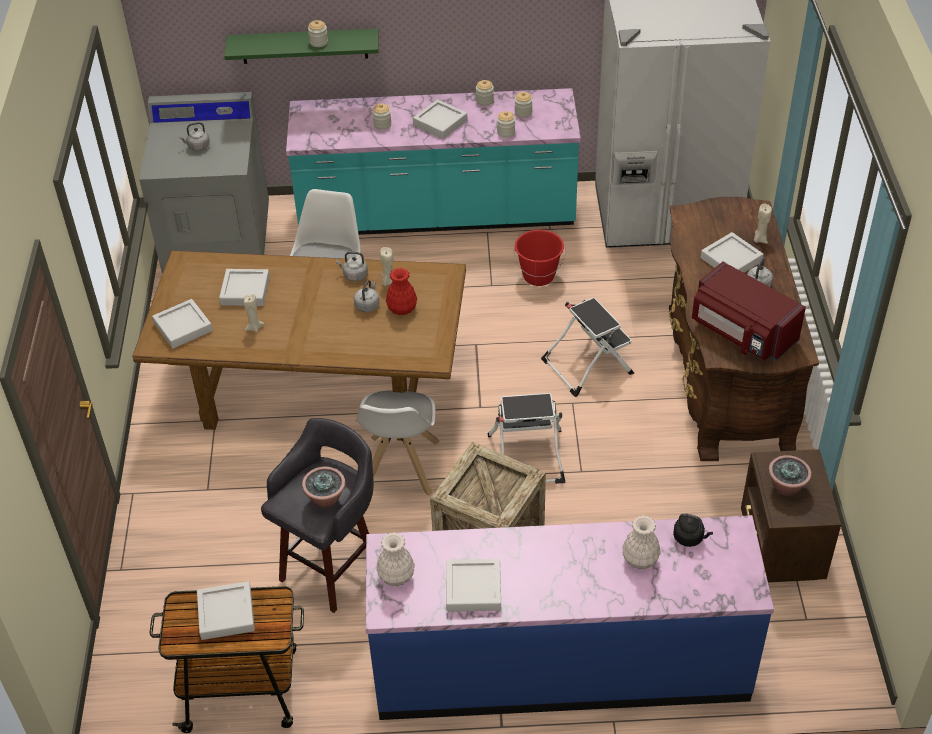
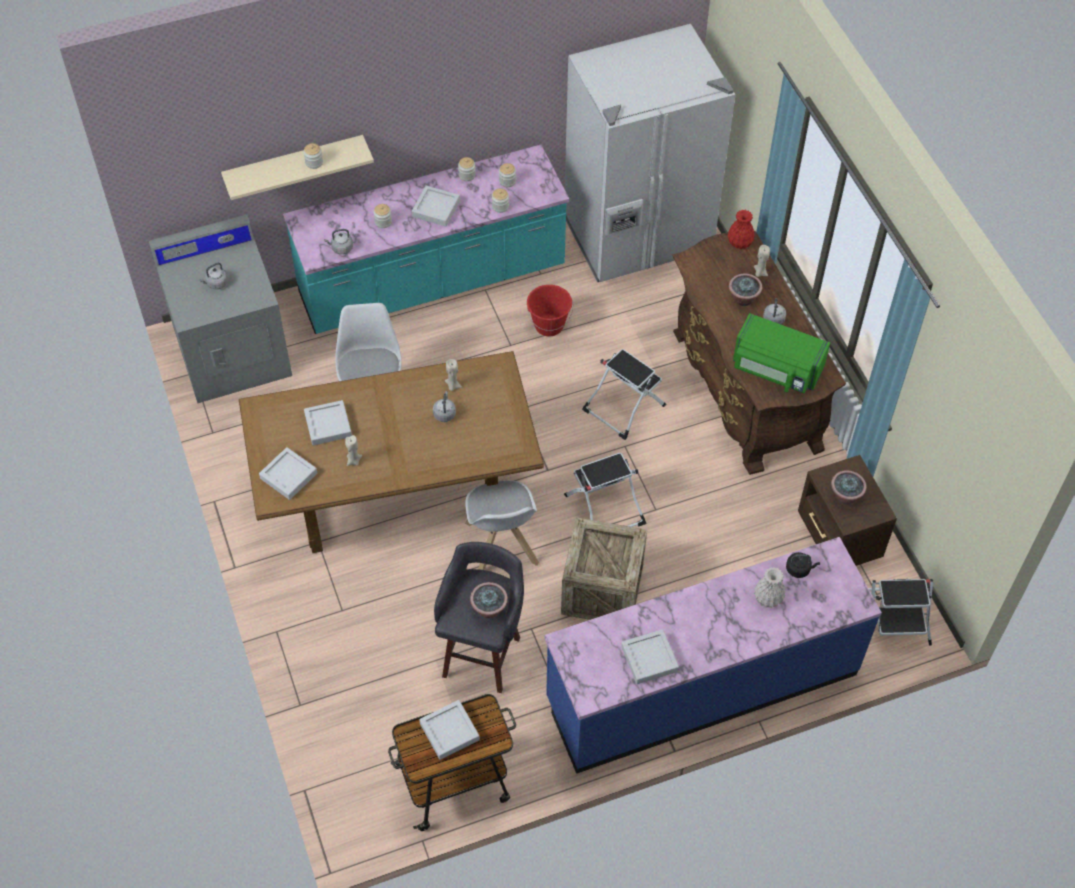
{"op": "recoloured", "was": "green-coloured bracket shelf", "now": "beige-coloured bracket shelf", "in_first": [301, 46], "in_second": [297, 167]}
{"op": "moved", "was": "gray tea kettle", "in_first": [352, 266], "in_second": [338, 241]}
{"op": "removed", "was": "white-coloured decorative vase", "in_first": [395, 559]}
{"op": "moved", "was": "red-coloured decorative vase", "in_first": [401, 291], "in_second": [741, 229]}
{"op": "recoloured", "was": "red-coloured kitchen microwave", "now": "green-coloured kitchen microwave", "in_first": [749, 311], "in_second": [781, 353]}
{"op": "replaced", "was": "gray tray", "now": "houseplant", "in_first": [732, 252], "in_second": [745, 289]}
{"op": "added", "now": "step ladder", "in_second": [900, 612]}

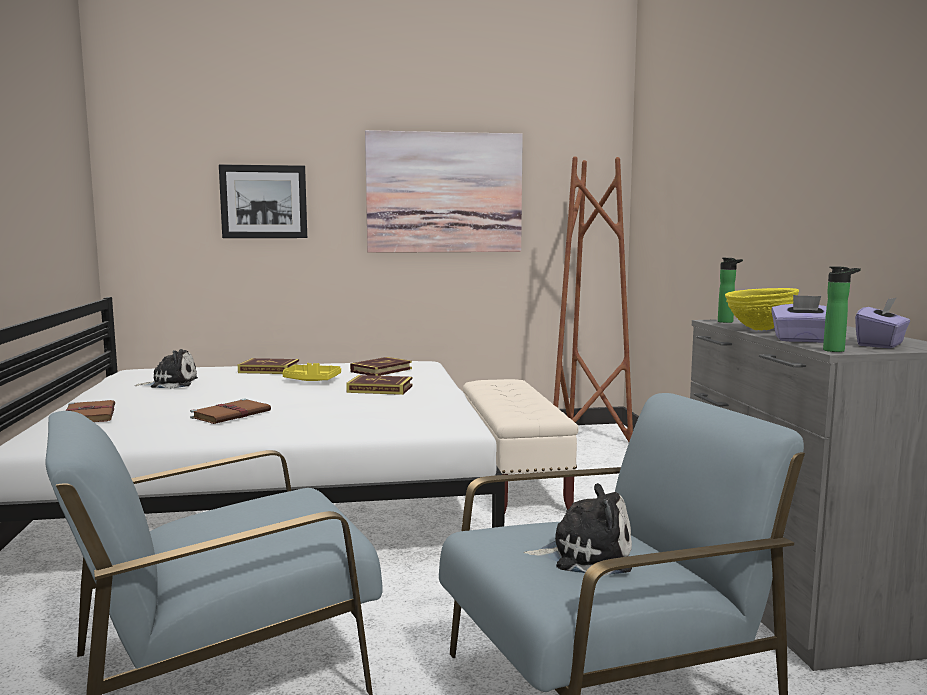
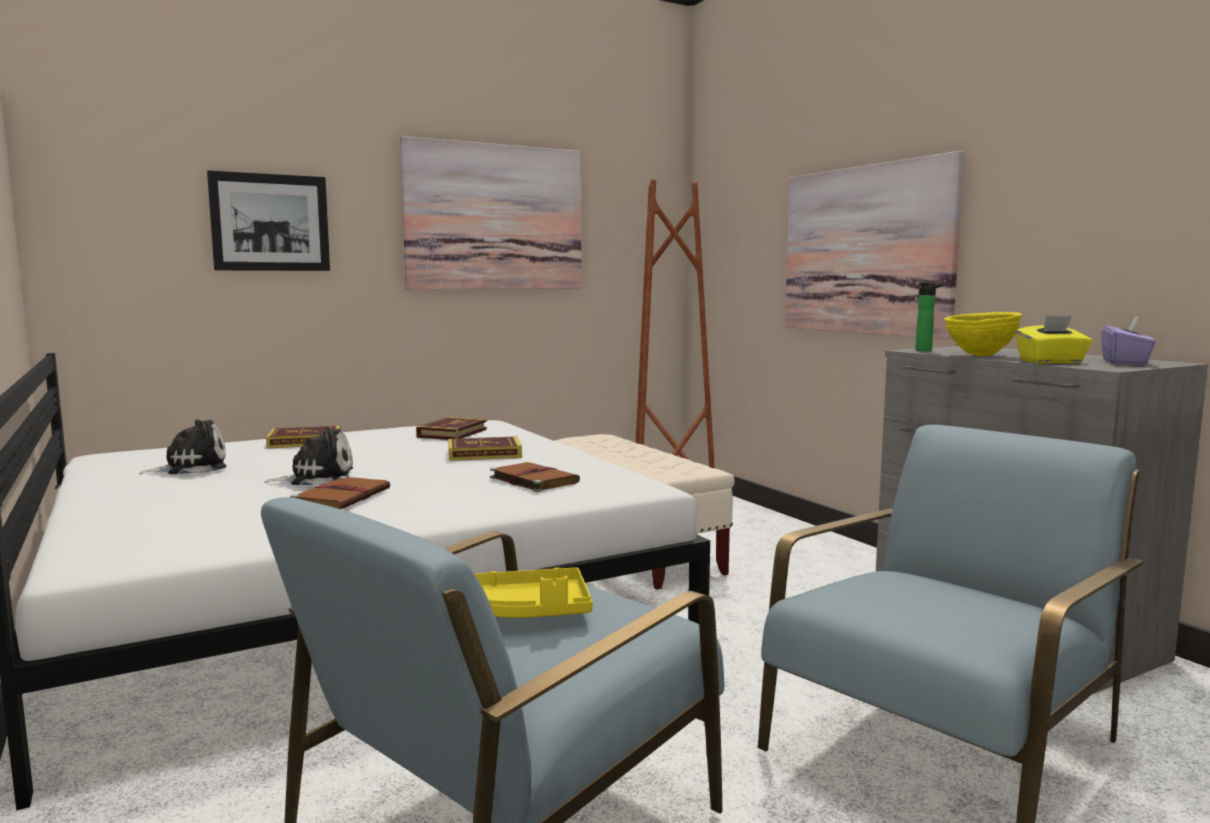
{"op": "moved", "was": "brown-coloured volume", "in_first": [90, 411], "in_second": [535, 477]}
{"op": "moved", "was": "yellow tray", "in_first": [311, 372], "in_second": [533, 592]}
{"op": "moved", "was": "plush toy", "in_first": [578, 529], "in_second": [309, 456]}
{"op": "recoloured", "was": "purple-coloured tissue holder", "now": "yellow tissue holder", "in_first": [799, 319], "in_second": [1054, 340]}
{"op": "removed", "was": "drink bottle", "in_first": [842, 309]}
{"op": "added", "now": "wall picture", "in_second": [875, 245]}

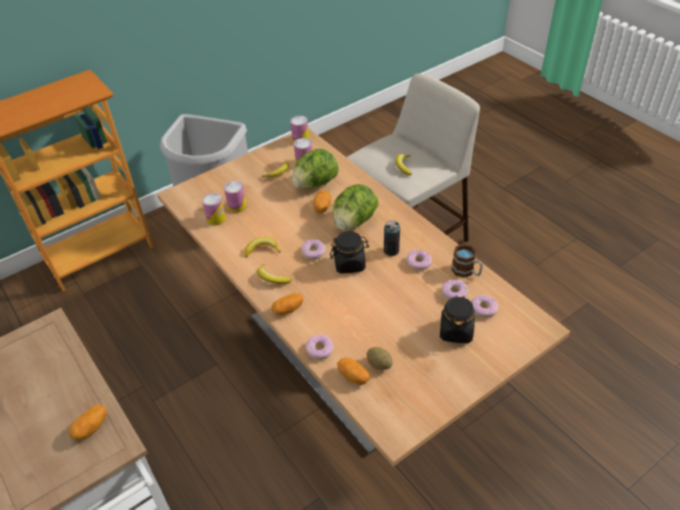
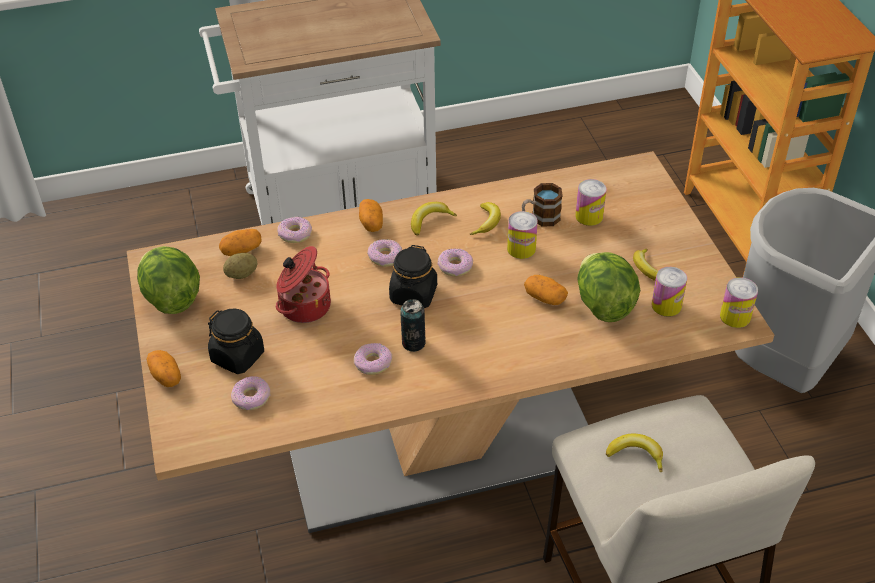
{"op": "moved", "was": "spud", "in_first": [87, 422], "in_second": [164, 368]}
{"op": "moved", "was": "metal can", "in_first": [214, 209], "in_second": [522, 235]}
{"op": "moved", "was": "lettuce", "in_first": [356, 207], "in_second": [168, 280]}
{"op": "moved", "was": "donut", "in_first": [455, 289], "in_second": [384, 253]}
{"op": "moved", "was": "coffee mug", "in_first": [467, 261], "in_second": [542, 205]}
{"op": "added", "now": "stockpot", "in_second": [303, 284]}

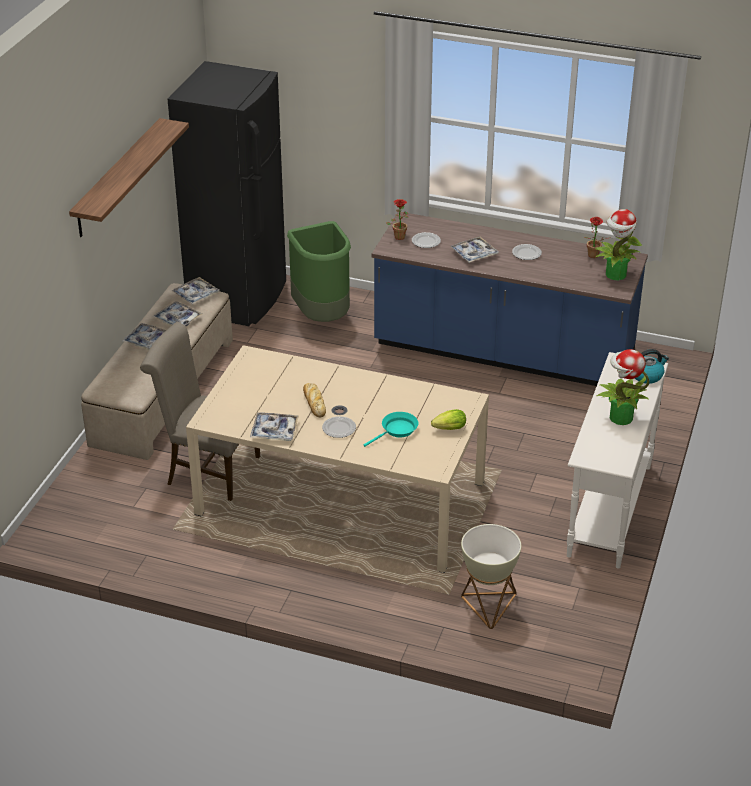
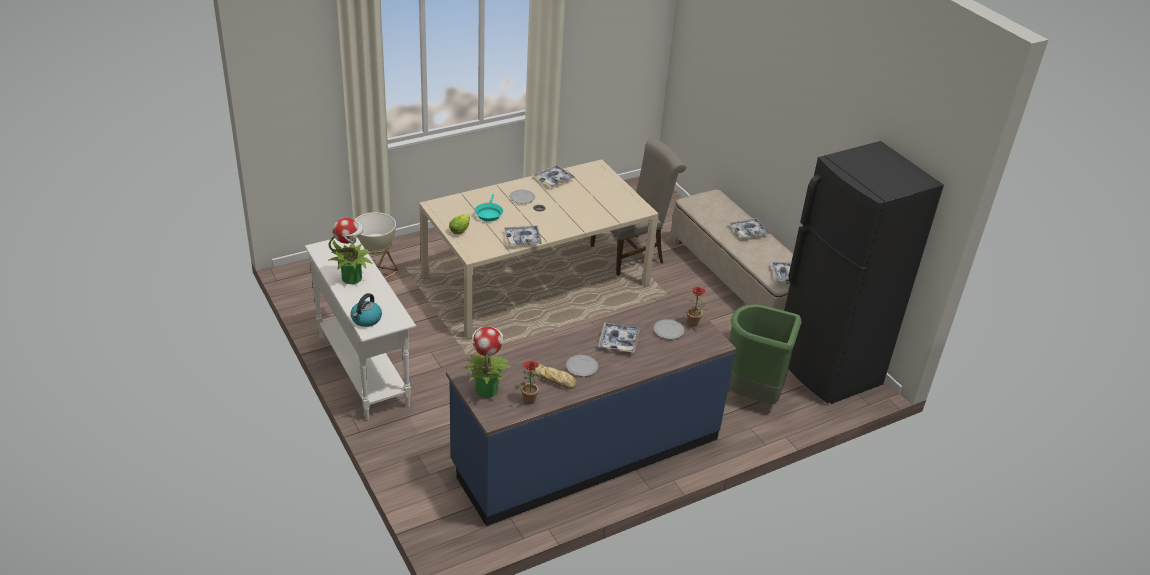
{"op": "removed", "was": "bracket shelf", "in_first": [129, 177]}
{"op": "moved", "was": "tray", "in_first": [177, 313], "in_second": [523, 235]}
{"op": "moved", "was": "baked bread", "in_first": [314, 400], "in_second": [553, 376]}

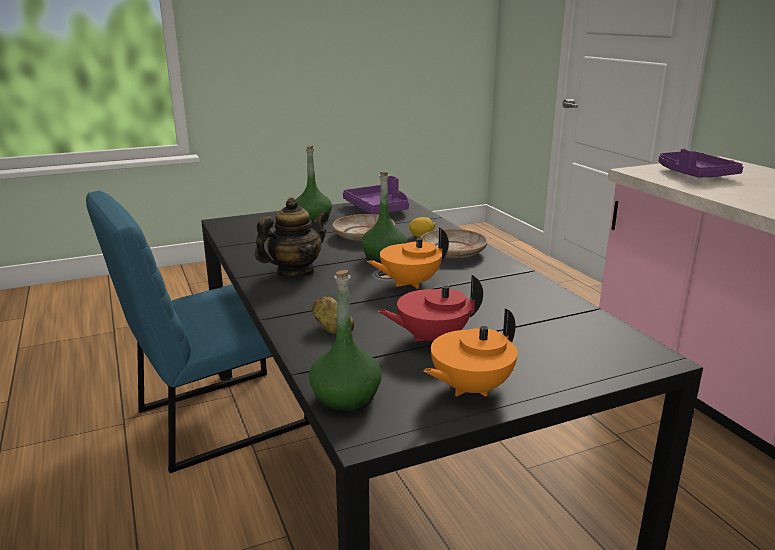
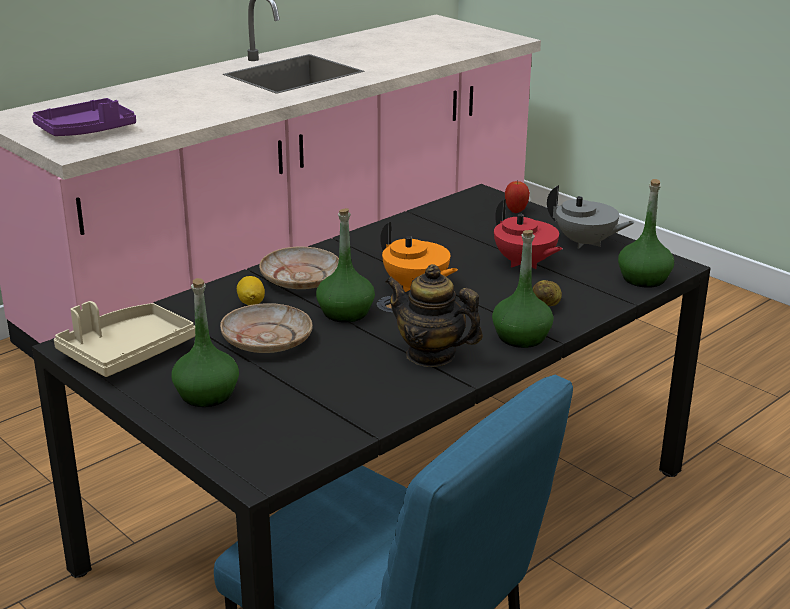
{"op": "recoloured", "was": "purple-coloured tray", "now": "beige-coloured tray", "in_first": [376, 195], "in_second": [124, 339]}
{"op": "recoloured", "was": "orange teapot", "now": "gray teapot", "in_first": [471, 352], "in_second": [591, 217]}
{"op": "added", "now": "green-coloured drink bottle", "in_second": [523, 289]}
{"op": "added", "now": "apple", "in_second": [517, 197]}

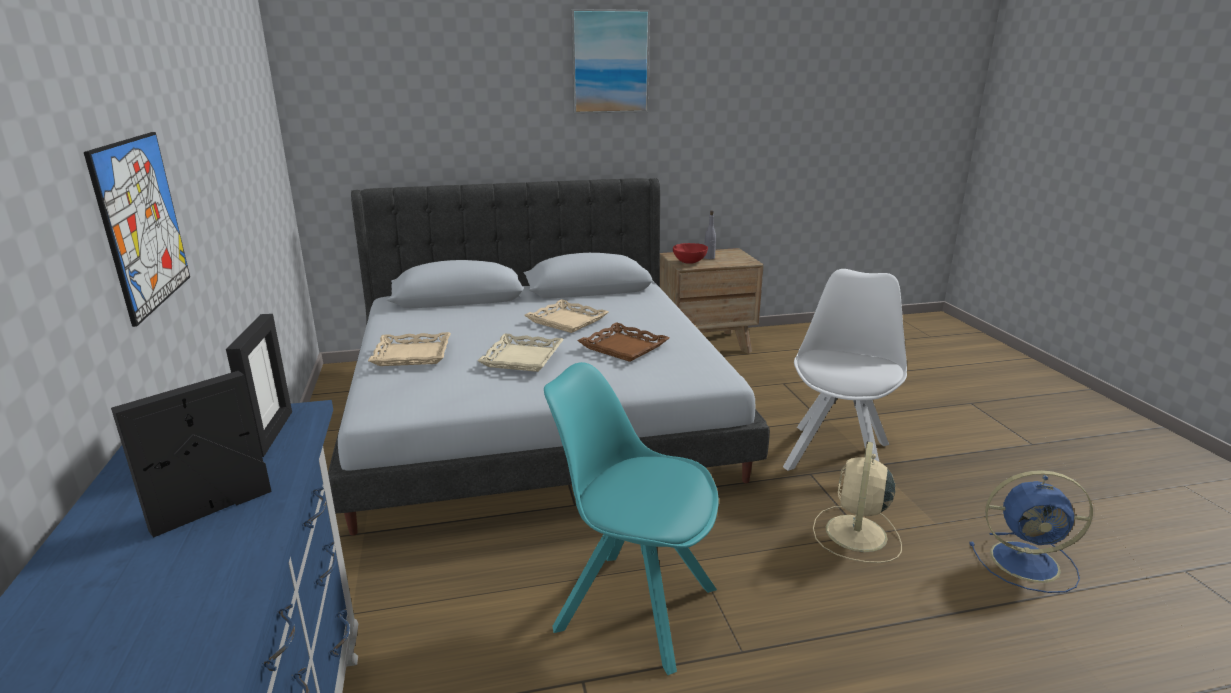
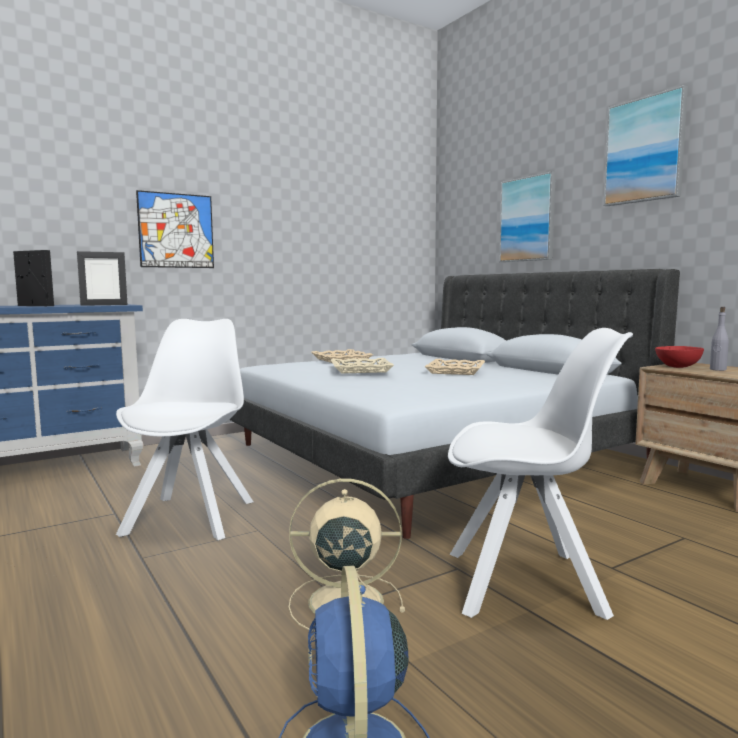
{"op": "recoloured", "was": "blue-green upright chair", "now": "white-coloured upright chair", "in_first": [631, 518], "in_second": [184, 429]}
{"op": "removed", "was": "brown-coloured tray", "in_first": [623, 342]}
{"op": "added", "now": "wall picture", "in_second": [527, 216]}

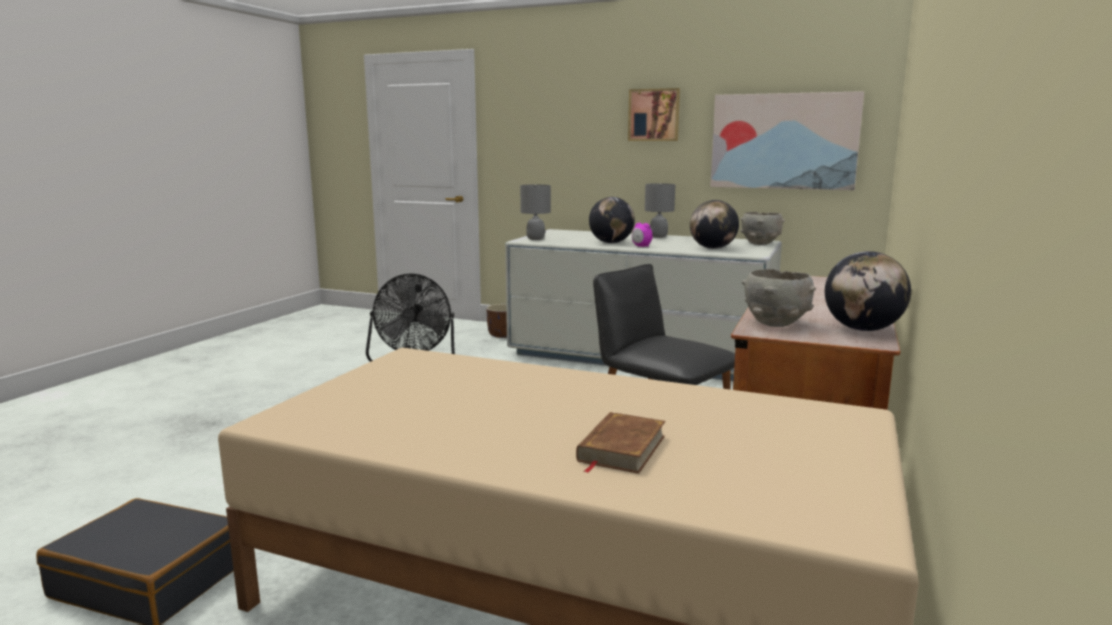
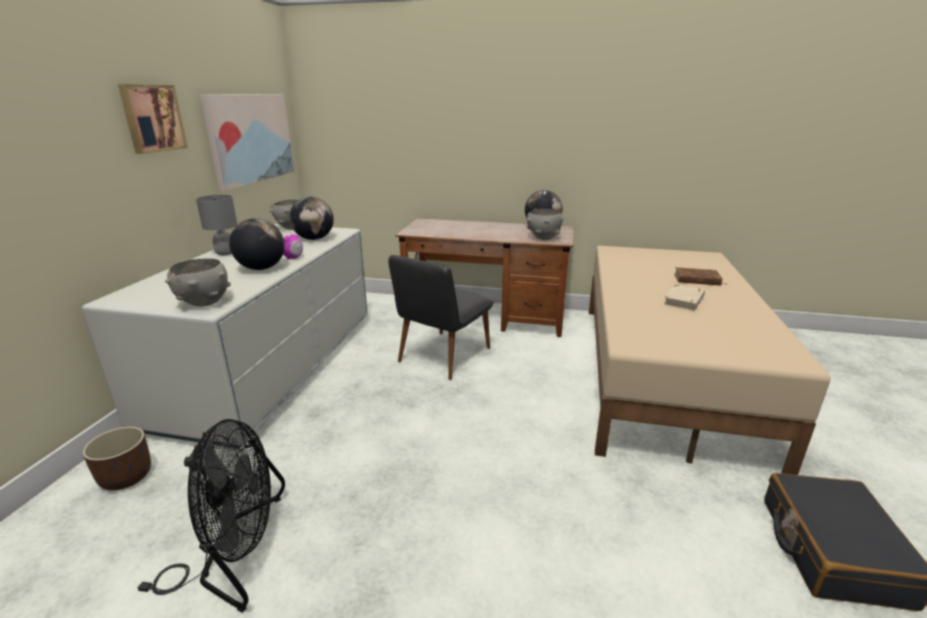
{"op": "replaced", "was": "gray tabletop lamp", "now": "gray bowl", "in_first": [535, 212], "in_second": [198, 282]}
{"op": "added", "now": "beige-coloured volume", "in_second": [684, 297]}

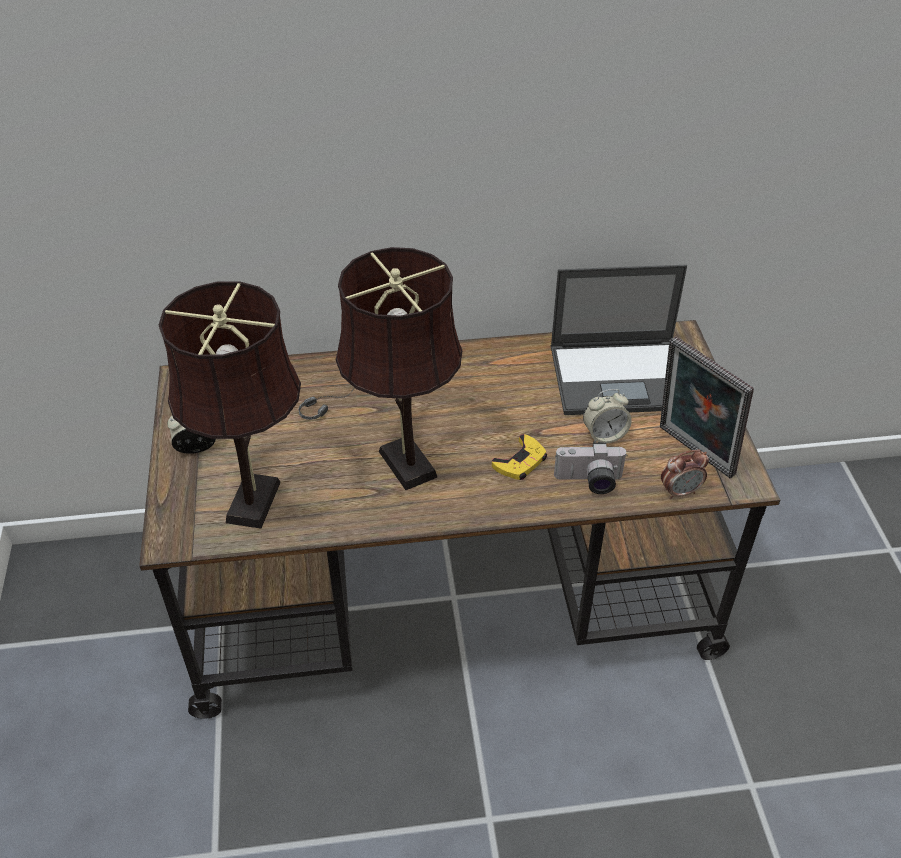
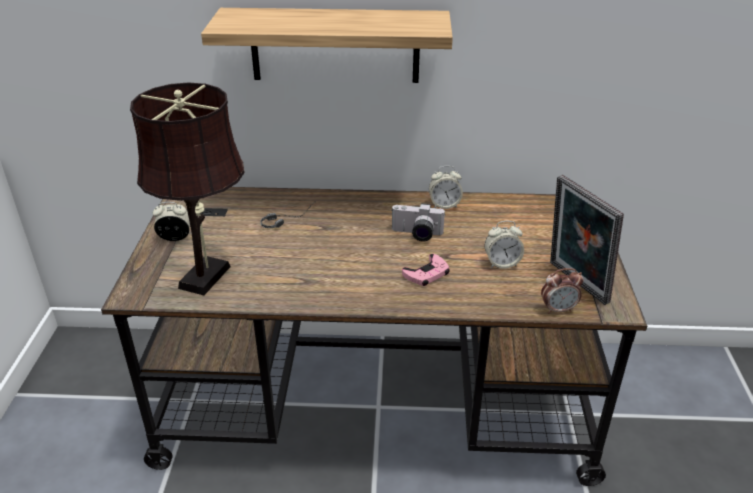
{"op": "removed", "was": "brown-coloured tabletop lamp", "in_first": [399, 368]}
{"op": "recoloured", "was": "yellow game controller", "now": "pink game controller", "in_first": [519, 457], "in_second": [426, 270]}
{"op": "removed", "was": "laptop", "in_first": [619, 340]}
{"op": "moved", "was": "still camera", "in_first": [591, 468], "in_second": [418, 222]}
{"op": "added", "now": "bracket shelf", "in_second": [327, 45]}
{"op": "added", "now": "table clock", "in_second": [446, 187]}

